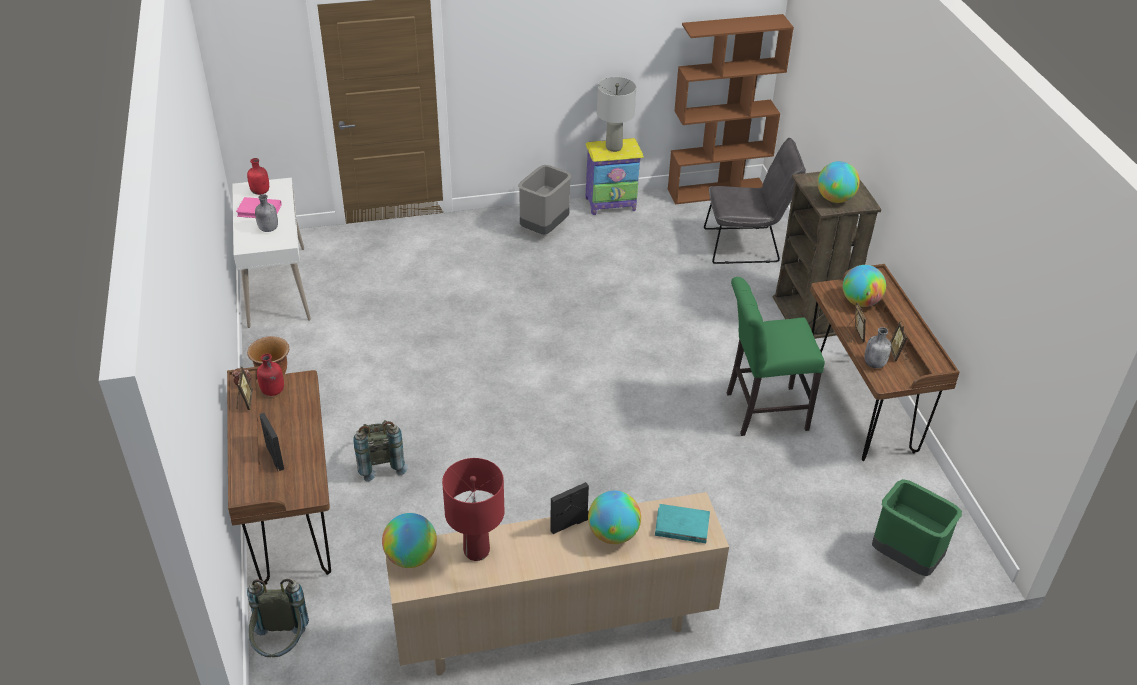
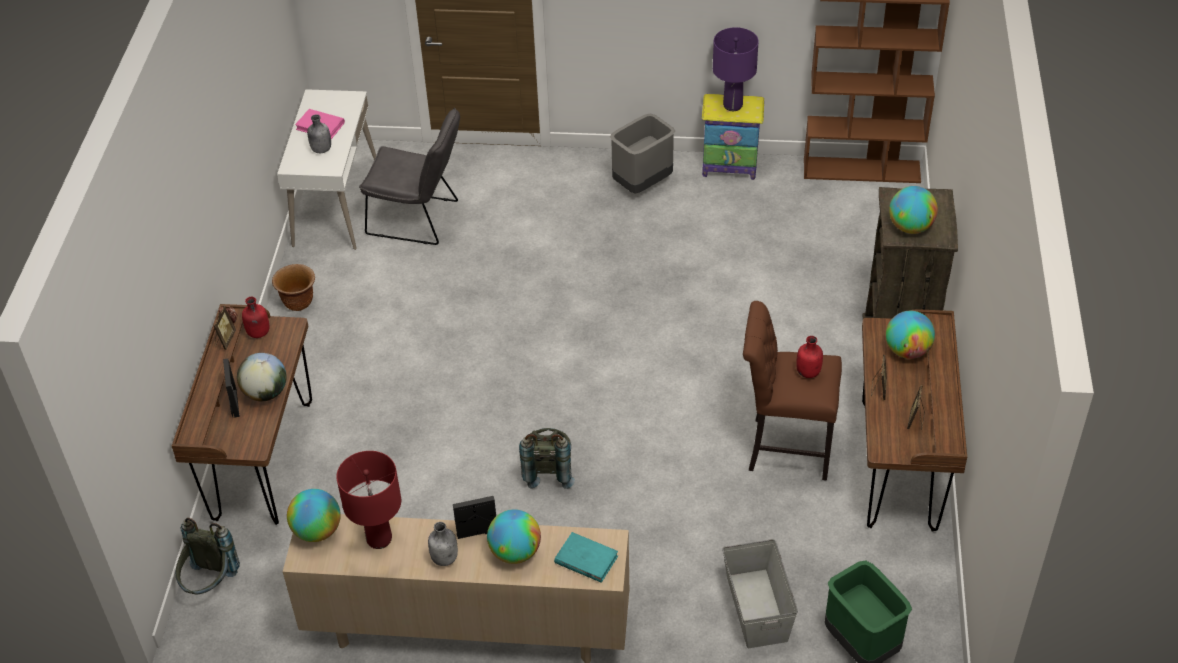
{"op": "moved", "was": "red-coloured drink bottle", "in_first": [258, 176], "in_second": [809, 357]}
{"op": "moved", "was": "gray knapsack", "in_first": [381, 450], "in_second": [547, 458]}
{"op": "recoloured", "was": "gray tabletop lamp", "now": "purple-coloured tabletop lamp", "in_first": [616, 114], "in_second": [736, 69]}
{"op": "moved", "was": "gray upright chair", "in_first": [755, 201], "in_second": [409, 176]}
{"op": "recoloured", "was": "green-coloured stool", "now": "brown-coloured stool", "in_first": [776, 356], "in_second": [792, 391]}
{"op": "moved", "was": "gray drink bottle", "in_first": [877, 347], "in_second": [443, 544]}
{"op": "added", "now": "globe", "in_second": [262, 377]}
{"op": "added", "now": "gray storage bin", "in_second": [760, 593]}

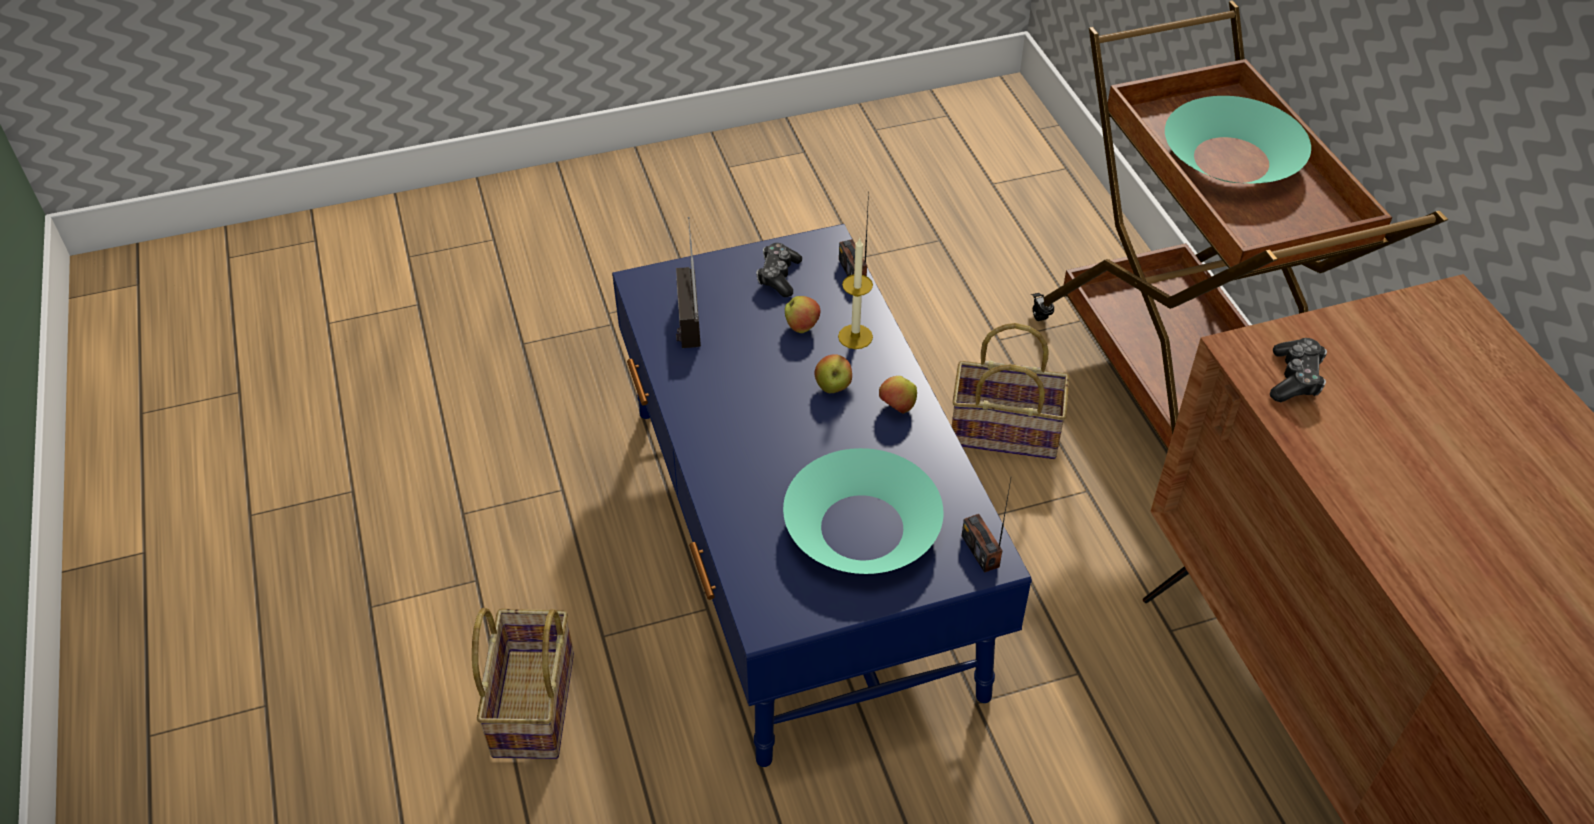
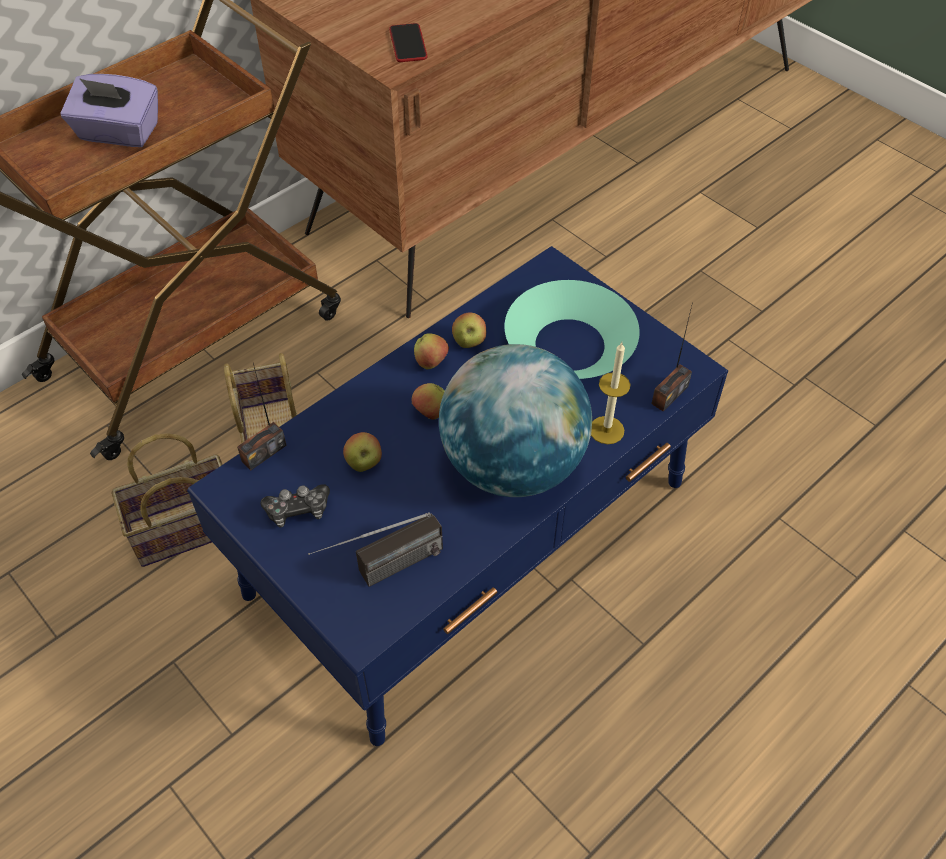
{"op": "moved", "was": "basket", "in_first": [523, 683], "in_second": [167, 500]}
{"op": "moved", "was": "wax light", "in_first": [855, 293], "in_second": [611, 393]}
{"op": "moved", "was": "radio receiver", "in_first": [986, 526], "in_second": [671, 358]}
{"op": "replaced", "was": "blue-green bowl", "now": "purple-coloured tissue holder", "in_first": [1238, 139], "in_second": [109, 110]}
{"op": "replaced", "was": "game controller", "now": "phone", "in_first": [1298, 370], "in_second": [408, 42]}
{"op": "added", "now": "globe", "in_second": [515, 420]}
{"op": "added", "now": "apple", "in_second": [469, 330]}

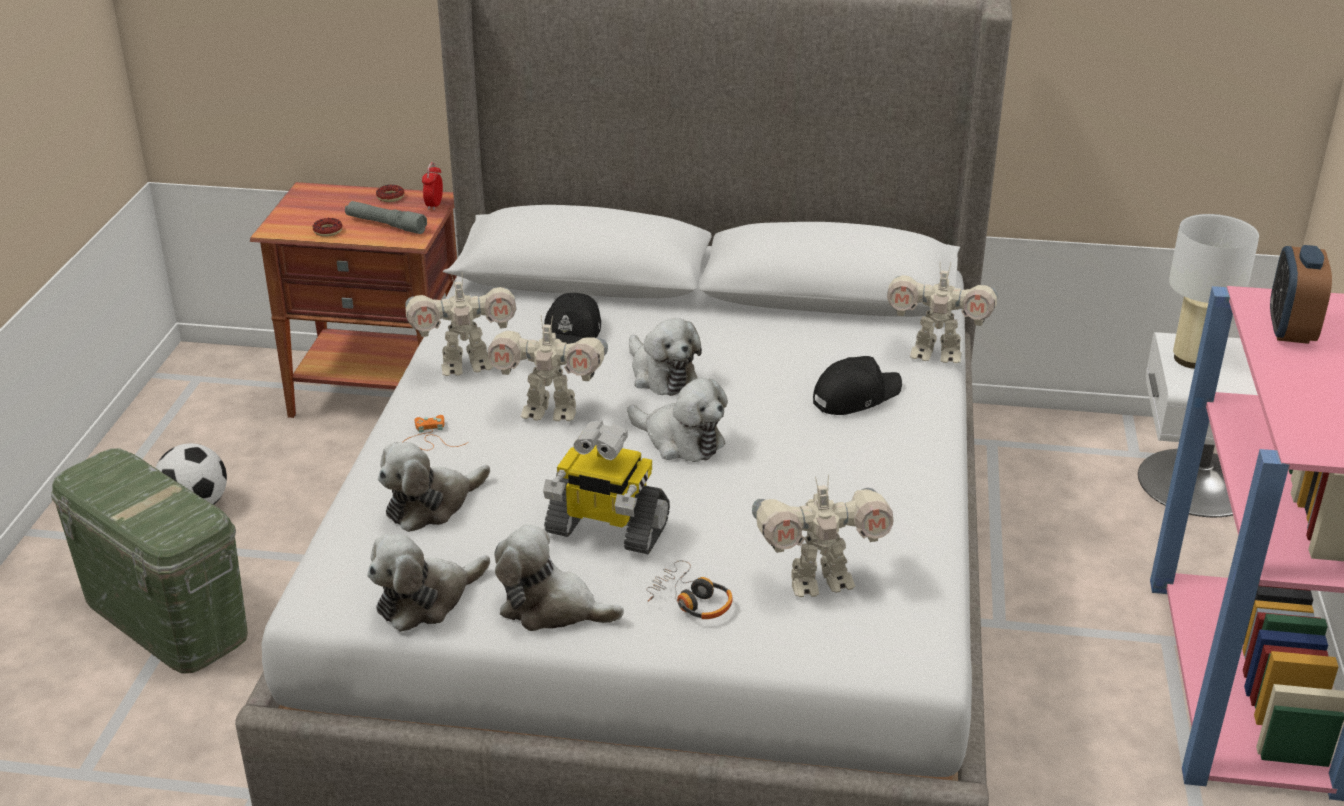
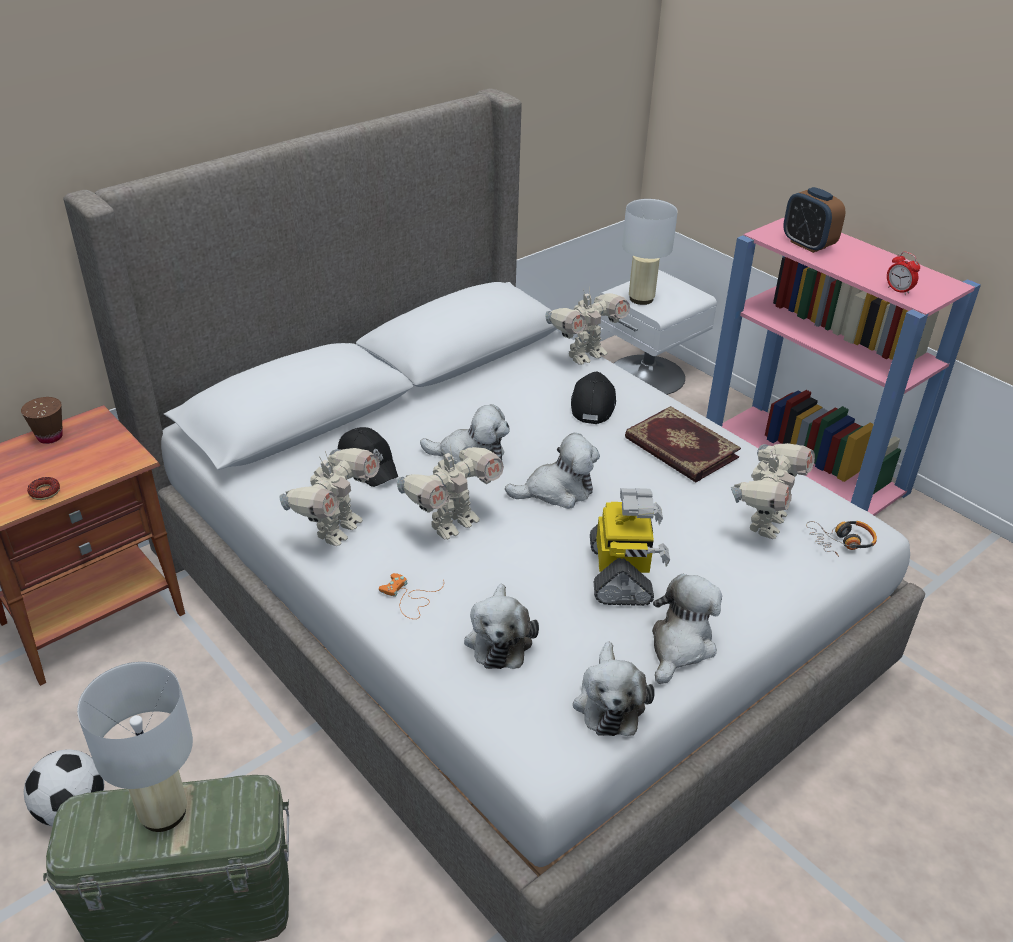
{"op": "removed", "was": "gray torch", "in_first": [386, 217]}
{"op": "replaced", "was": "donut", "now": "brown-coloured cup", "in_first": [390, 193], "in_second": [42, 420]}
{"op": "moved", "was": "table clock", "in_first": [432, 186], "in_second": [903, 273]}
{"op": "turned", "was": "plush toy", "in_first": [559, 577], "in_second": [687, 629], "clockwise": 150}
{"op": "turned", "was": "robot figure", "in_first": [606, 487], "in_second": [630, 547], "clockwise": -60}
{"op": "moved", "was": "pair of headphones", "in_first": [689, 589], "in_second": [841, 539]}
{"op": "added", "now": "white-coloured tabletop lamp", "in_second": [135, 747]}
{"op": "added", "now": "volume", "in_second": [683, 444]}

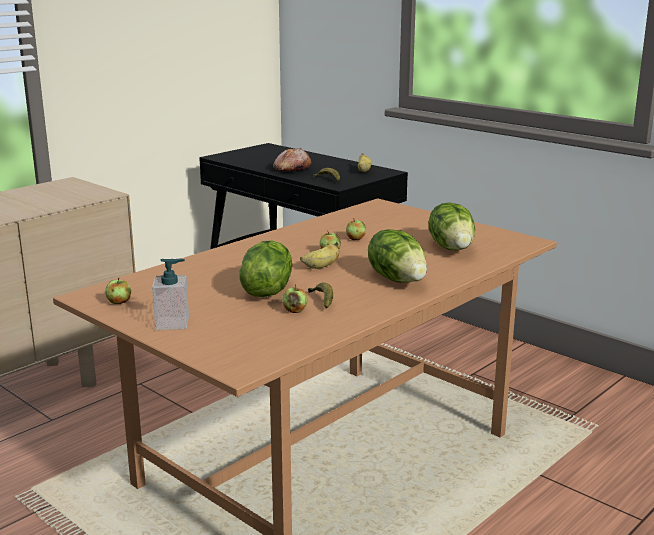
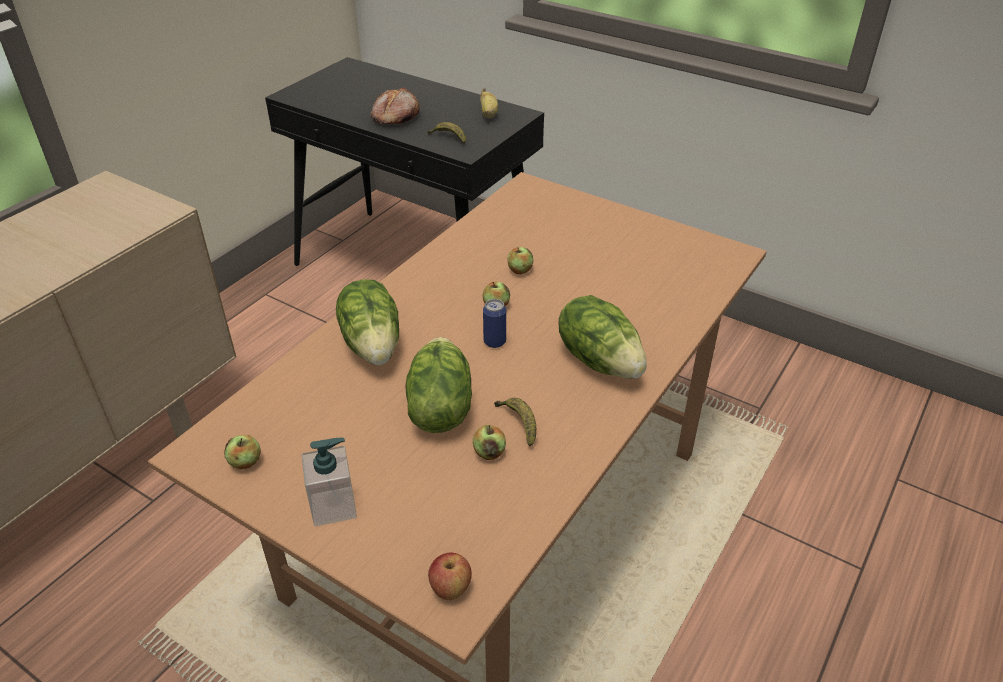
{"op": "replaced", "was": "banana fruit", "now": "metal can", "in_first": [319, 255], "in_second": [494, 323]}
{"op": "moved", "was": "lettuce", "in_first": [451, 226], "in_second": [367, 322]}
{"op": "added", "now": "apple", "in_second": [450, 576]}

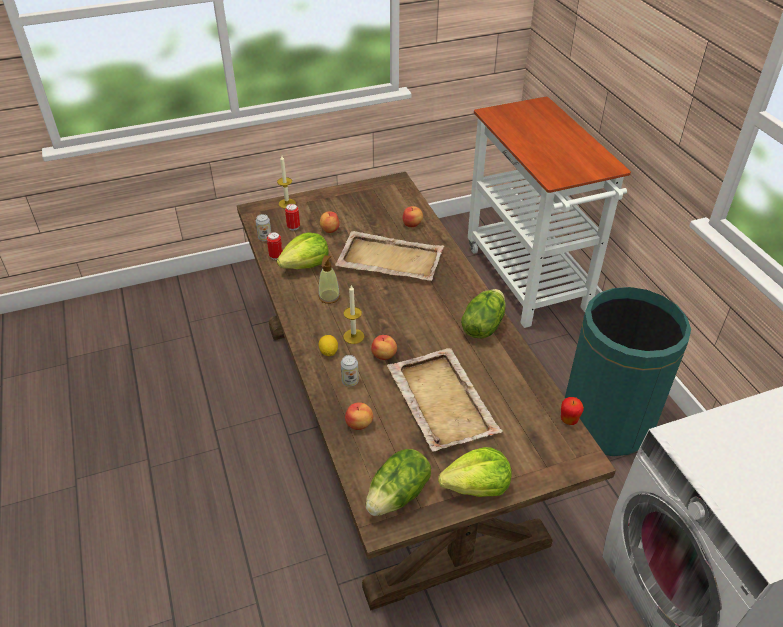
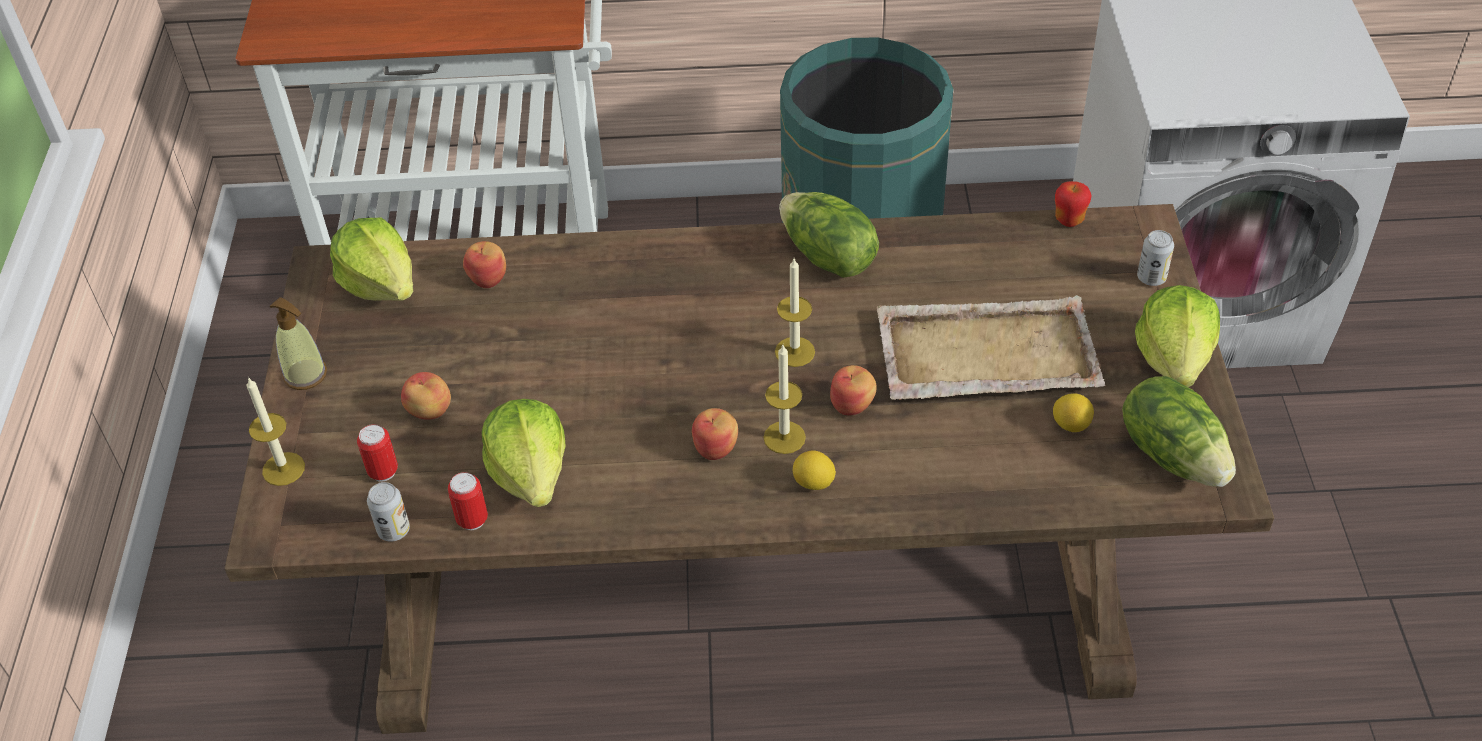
{"op": "moved", "was": "soap dispenser", "in_first": [329, 279], "in_second": [298, 343]}
{"op": "removed", "was": "beige-coloured tray", "in_first": [389, 256]}
{"op": "moved", "was": "metal can", "in_first": [350, 371], "in_second": [1155, 258]}
{"op": "moved", "was": "apple", "in_first": [359, 416], "in_second": [715, 434]}
{"op": "added", "now": "lettuce", "in_second": [371, 259]}
{"op": "added", "now": "wax light", "in_second": [795, 313]}
{"op": "added", "now": "whole lemon", "in_second": [1073, 412]}

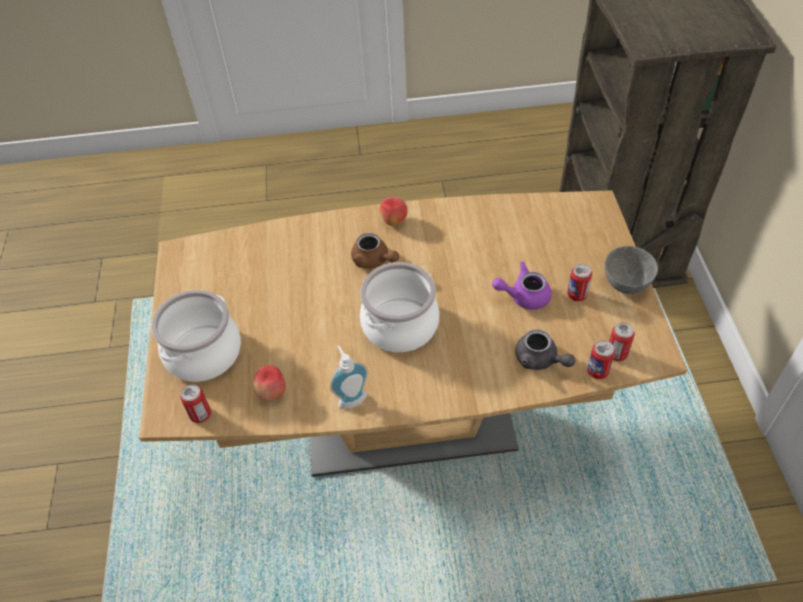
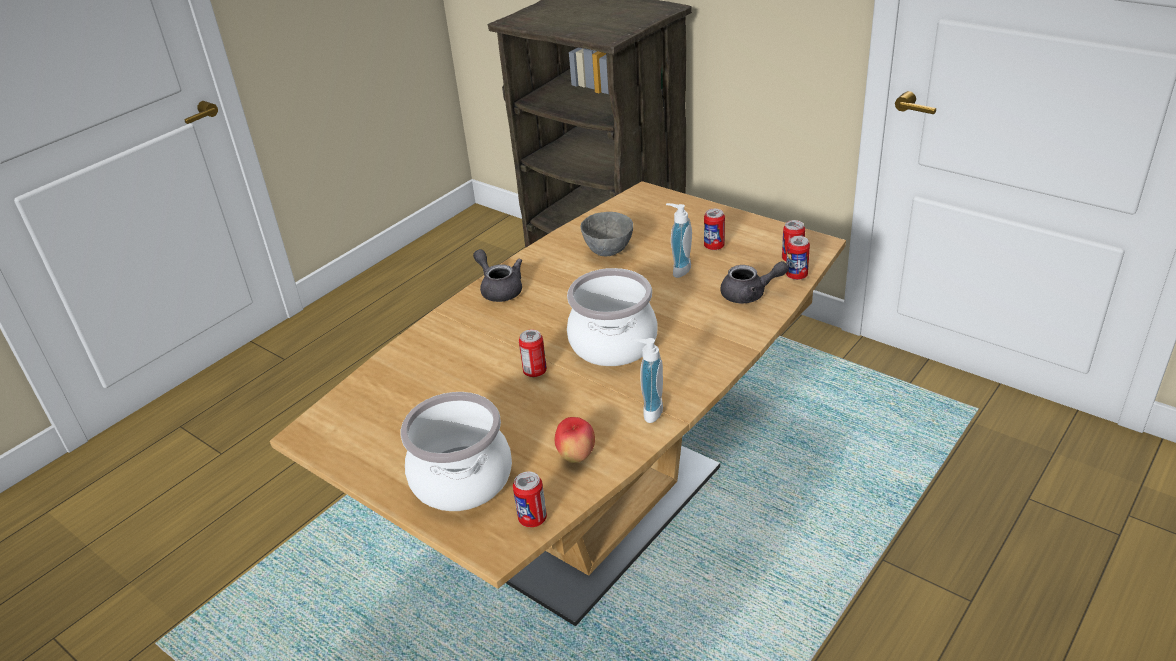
{"op": "removed", "was": "brown-coloured teapot", "in_first": [375, 251]}
{"op": "replaced", "was": "apple", "now": "gray teapot", "in_first": [394, 211], "in_second": [497, 275]}
{"op": "replaced", "was": "purple-coloured teapot", "now": "soap dispenser", "in_first": [522, 286], "in_second": [679, 240]}
{"op": "moved", "was": "gray bowl", "in_first": [631, 270], "in_second": [606, 234]}
{"op": "added", "now": "metal can", "in_second": [533, 353]}

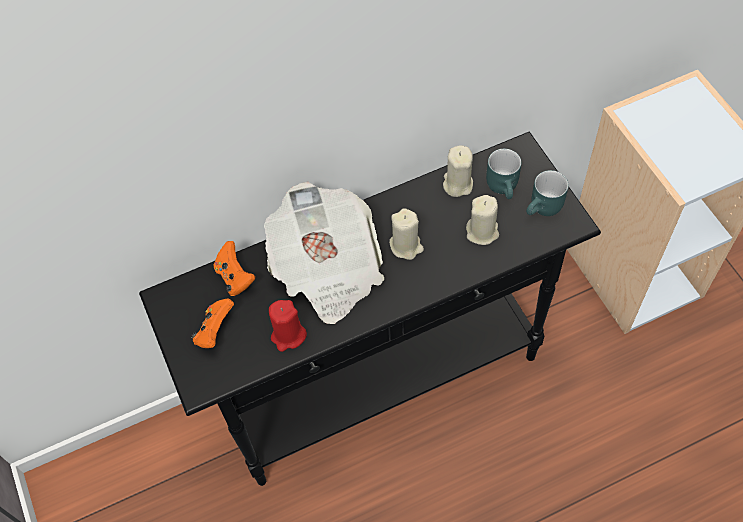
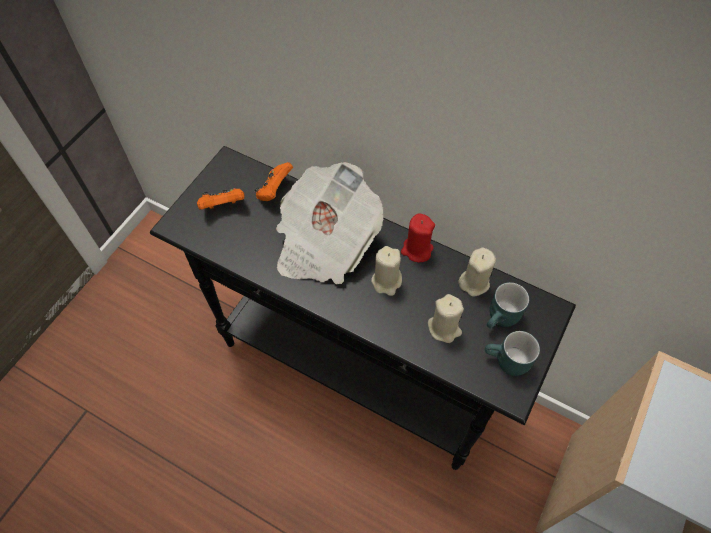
{"op": "moved", "was": "red-coloured wax light", "in_first": [288, 326], "in_second": [418, 238]}

